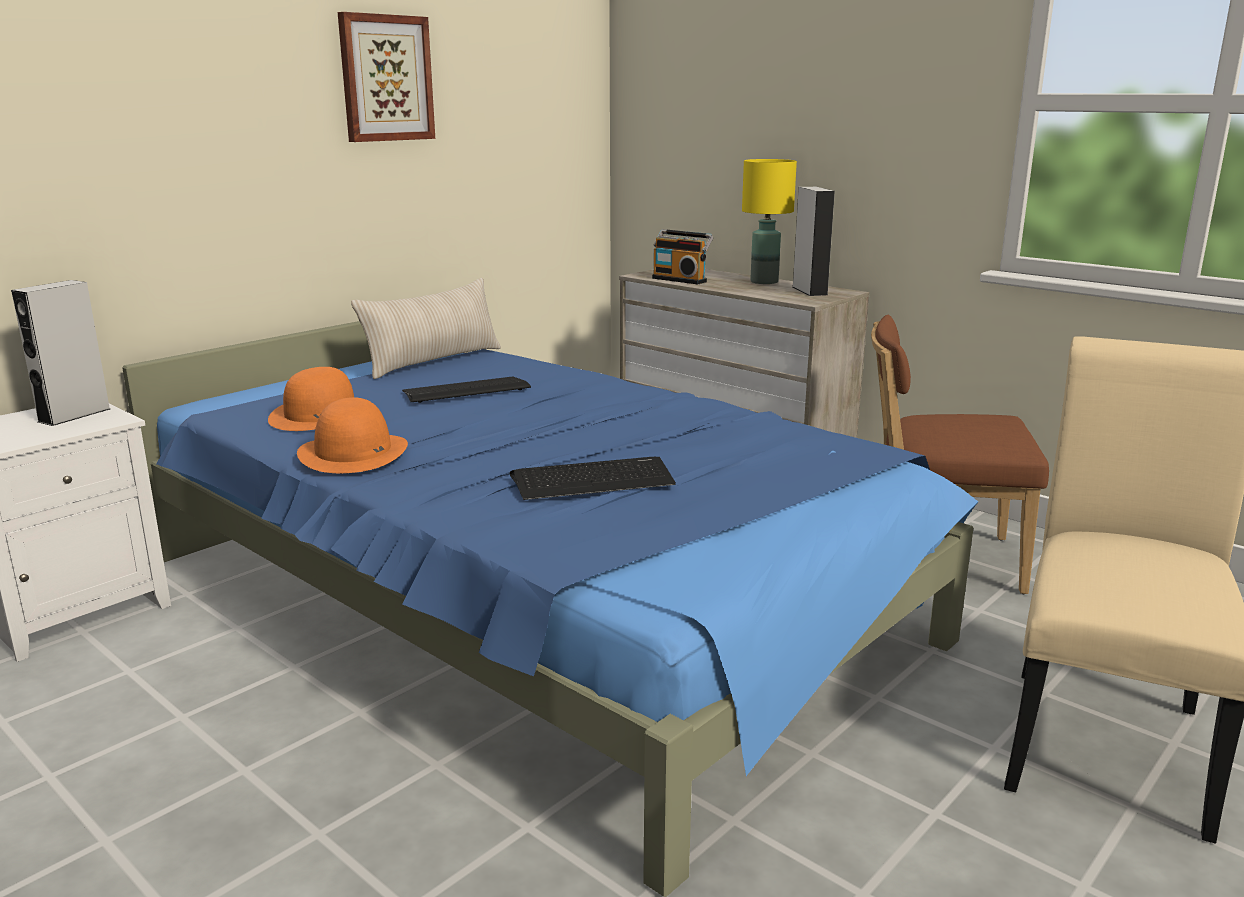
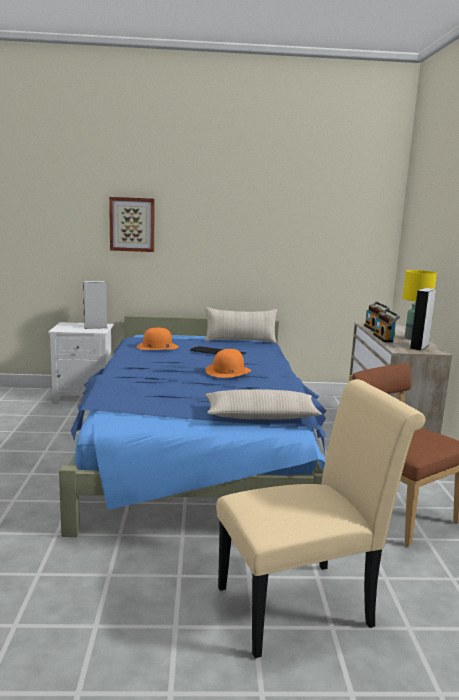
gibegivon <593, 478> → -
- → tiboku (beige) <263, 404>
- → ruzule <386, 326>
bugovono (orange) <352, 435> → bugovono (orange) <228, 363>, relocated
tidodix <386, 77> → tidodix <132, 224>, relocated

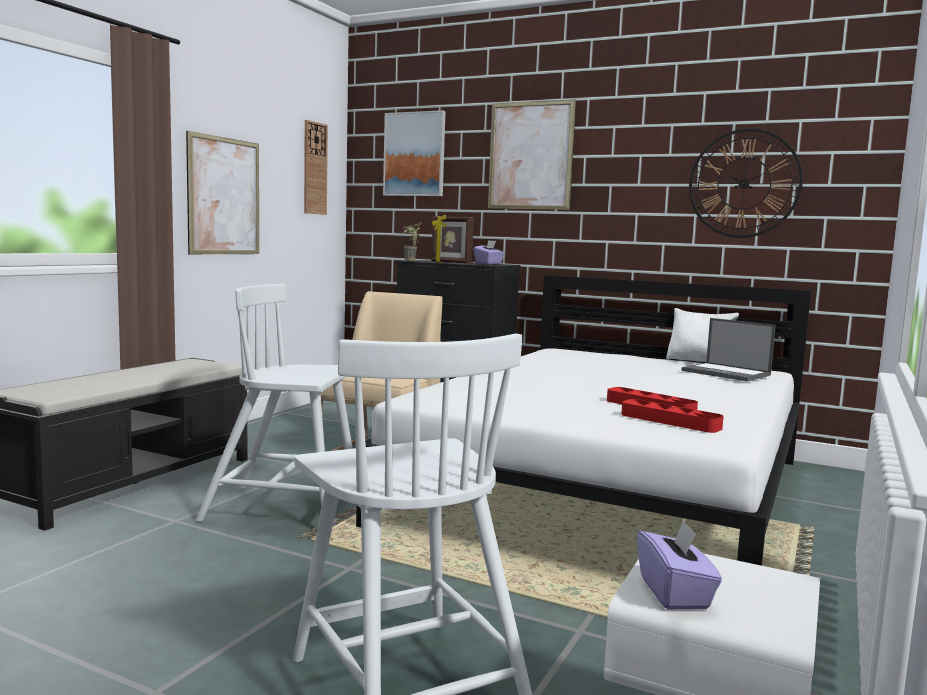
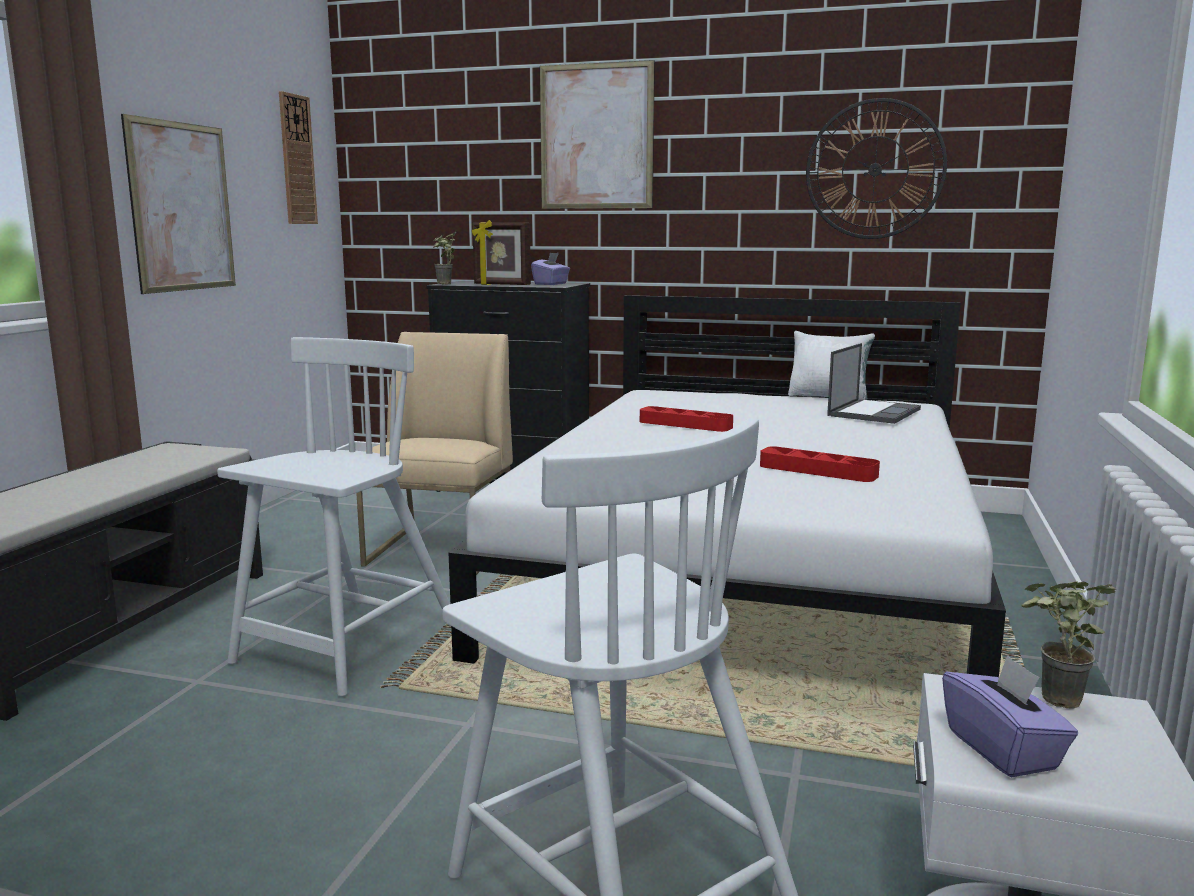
tidodix <414, 153> → -
- → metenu <1069, 645>
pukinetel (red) <672, 416> → pukinetel (red) <686, 419>, relocated
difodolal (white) <274, 403> → difodolal (white) <333, 517>, 120 degrees clockwise
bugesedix <728, 349> → bugesedix <874, 383>, 90 degrees counterclockwise

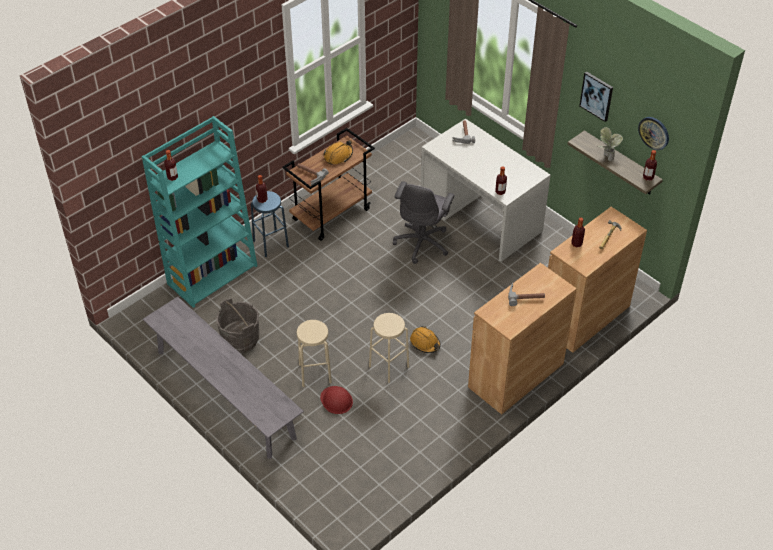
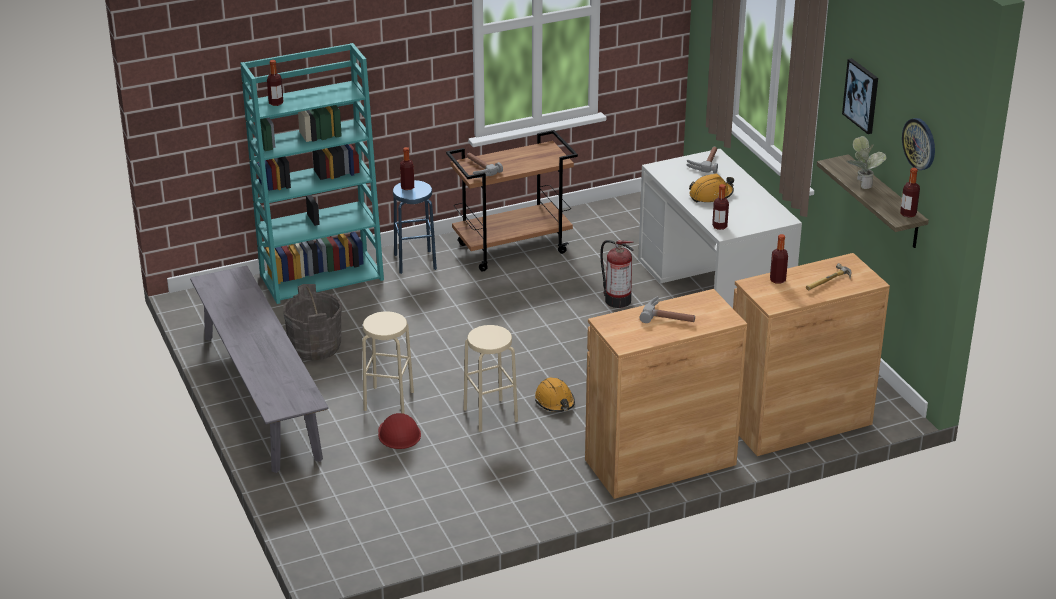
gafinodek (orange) <338, 152> → gafinodek (orange) <711, 188>, relocated
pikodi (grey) <423, 222> → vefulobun <617, 274>

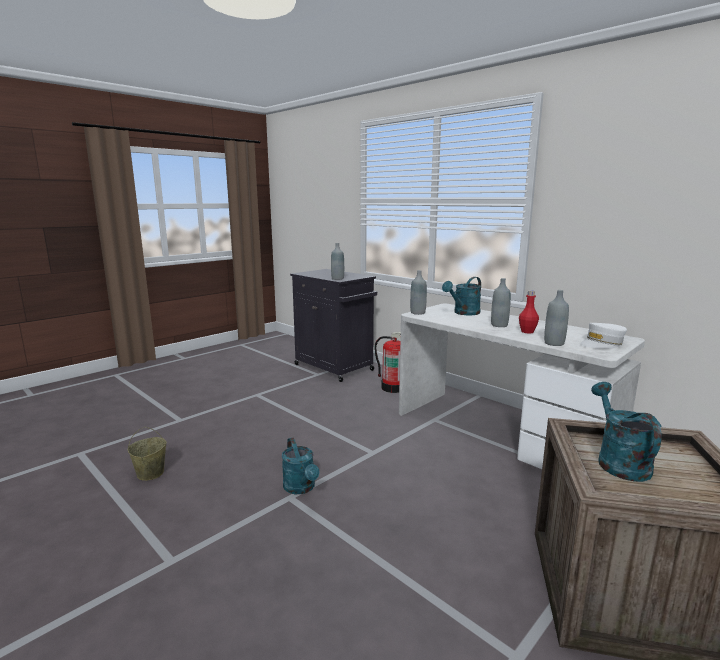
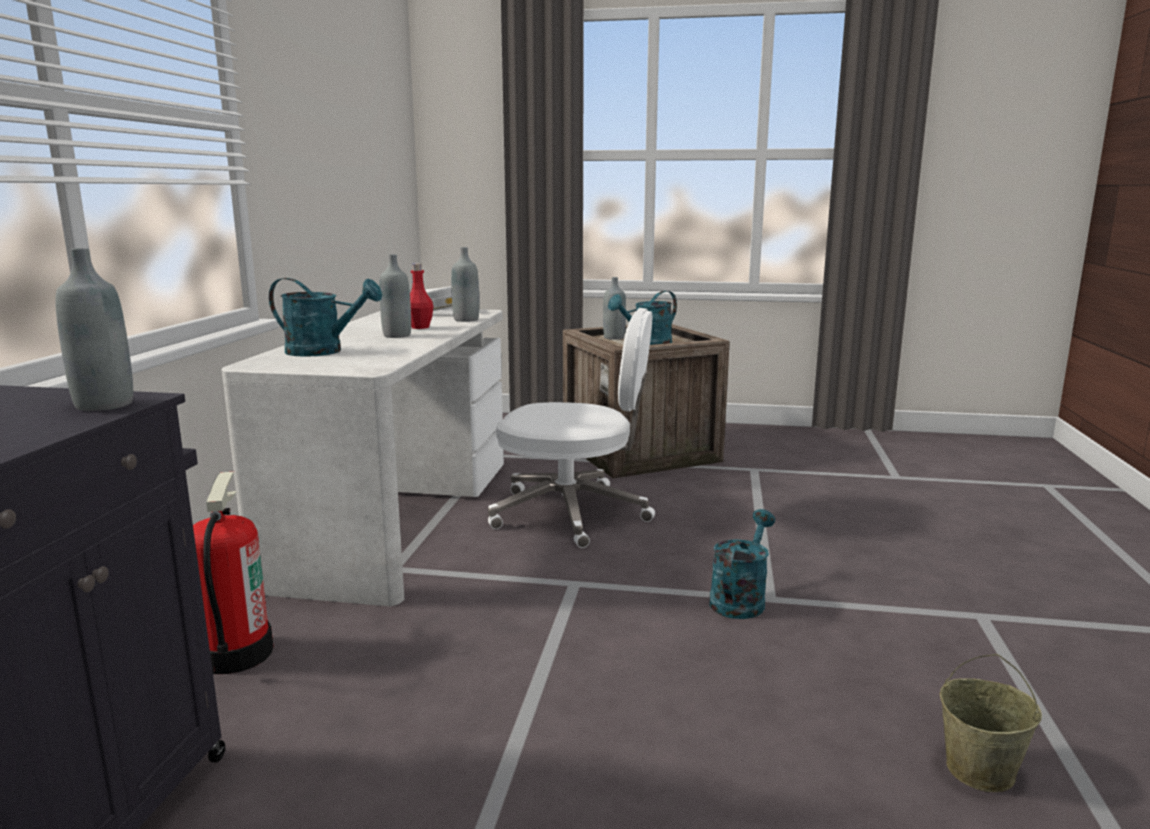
- → pikodi (white) <571, 428>
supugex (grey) <418, 292> → supugex (grey) <614, 308>, relocated

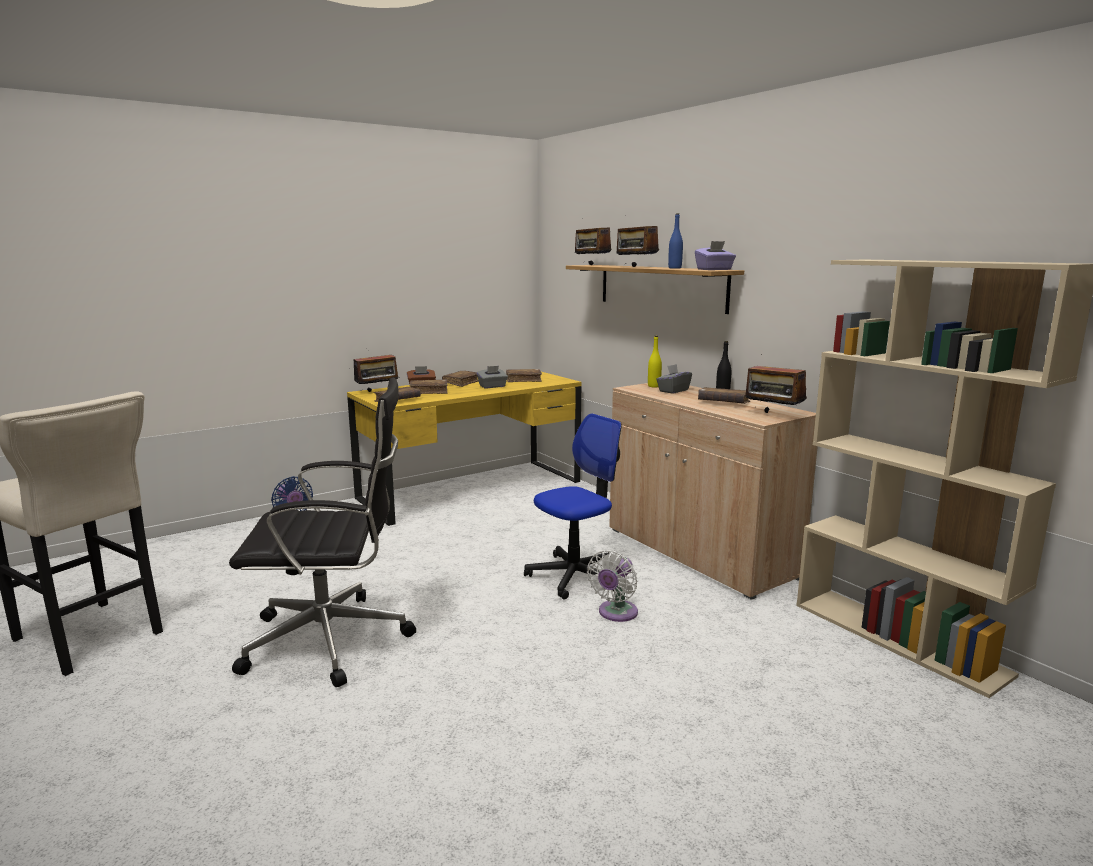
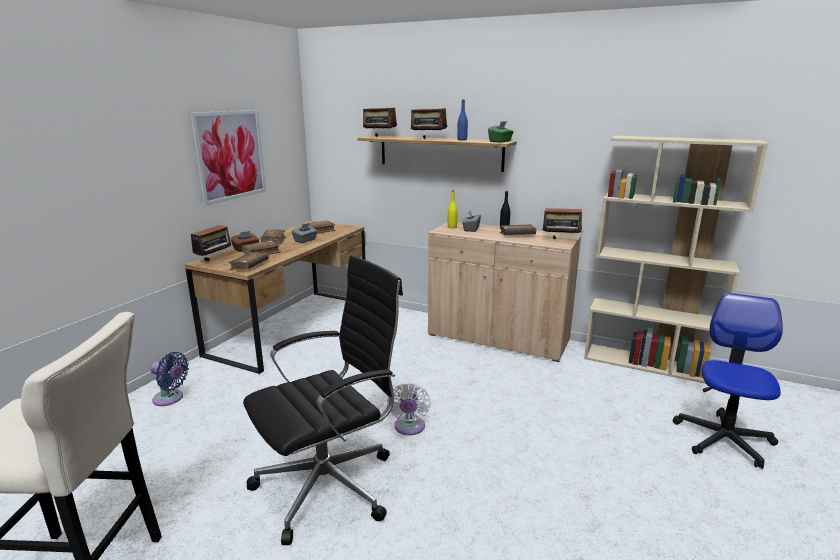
- → tidodix <228, 158>
pikodi <573, 506> → pikodi <728, 381>, relocated
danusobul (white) <612, 586> → danusobul (white) <409, 409>, relocated
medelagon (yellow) <464, 449> → medelagon (brown) <275, 297>
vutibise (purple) <715, 255> → vutibise (green) <501, 132>

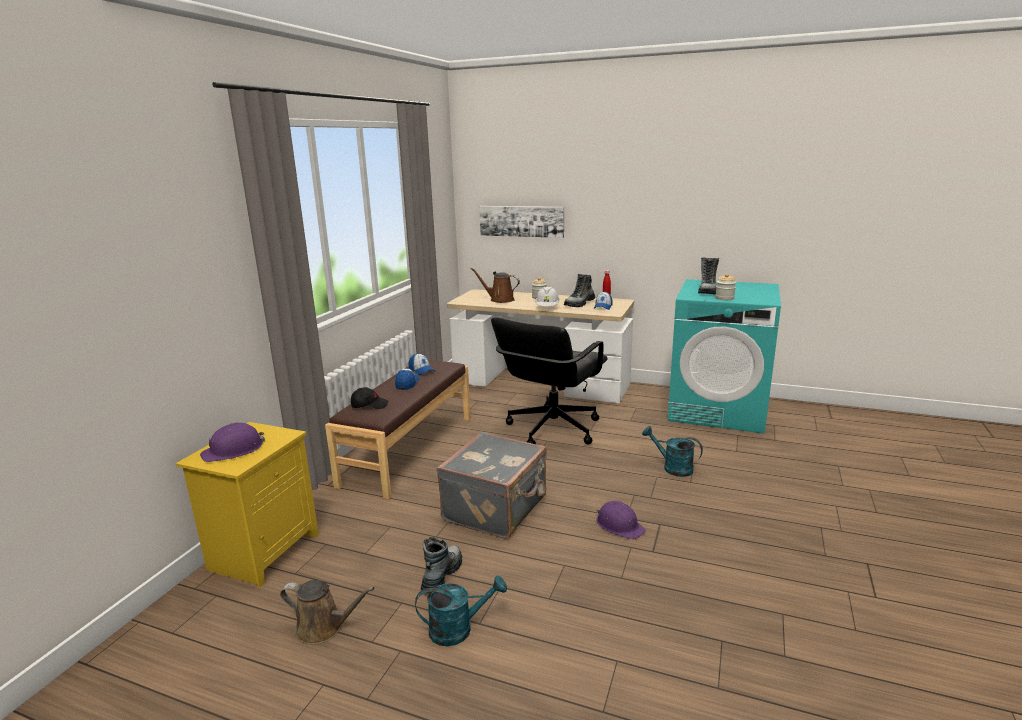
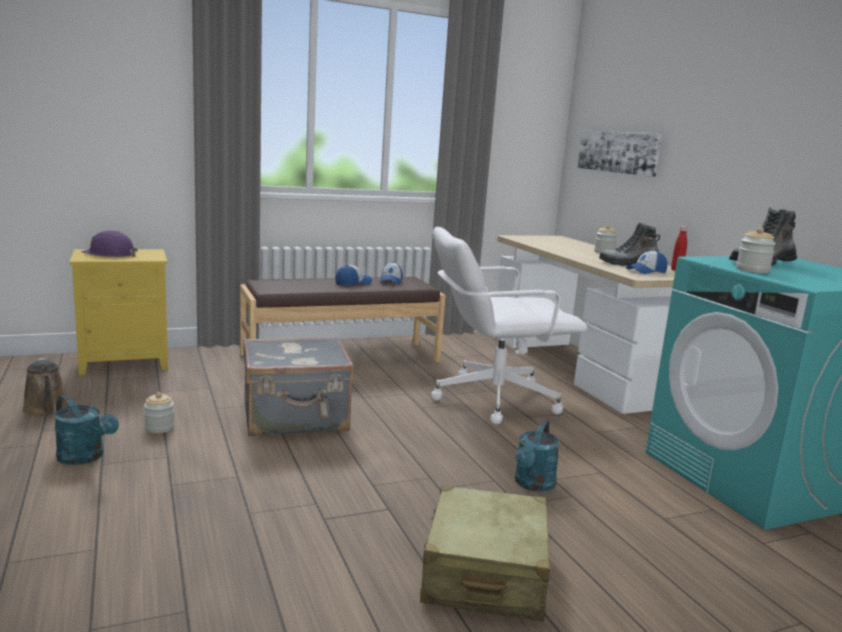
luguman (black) <369, 398> → -
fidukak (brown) <495, 285> → -
gafinodek (white) <547, 296> → -
gafinodek (purple) <621, 520> → -
- → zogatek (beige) <485, 553>
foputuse <441, 565> → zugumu <159, 412>
pikodi (black) <549, 381> → pikodi (white) <509, 325>
fidukak (turquoise) <672, 451> → fidukak (turquoise) <537, 456>, 150 degrees counterclockwise

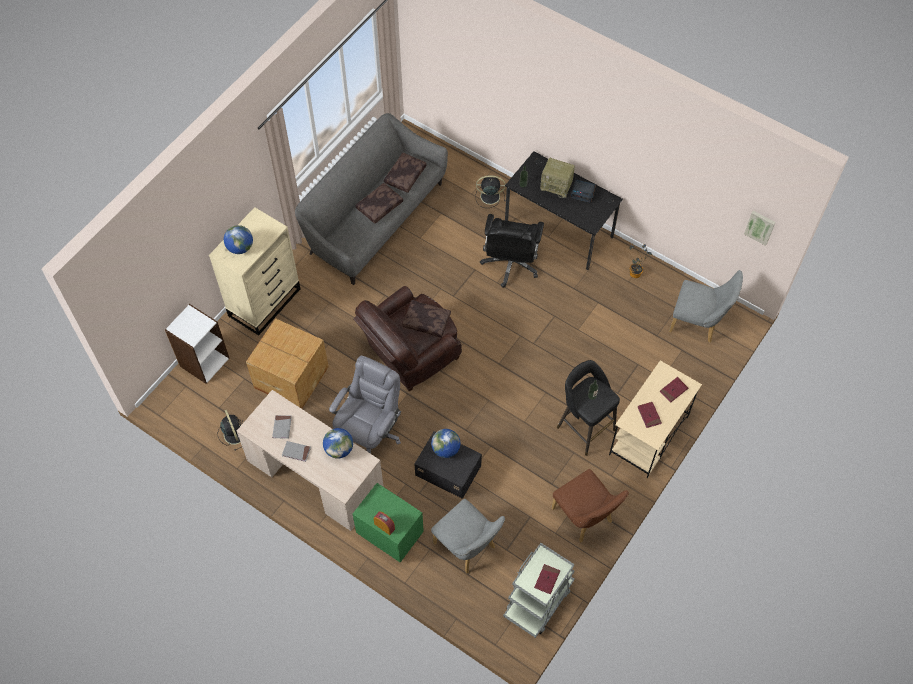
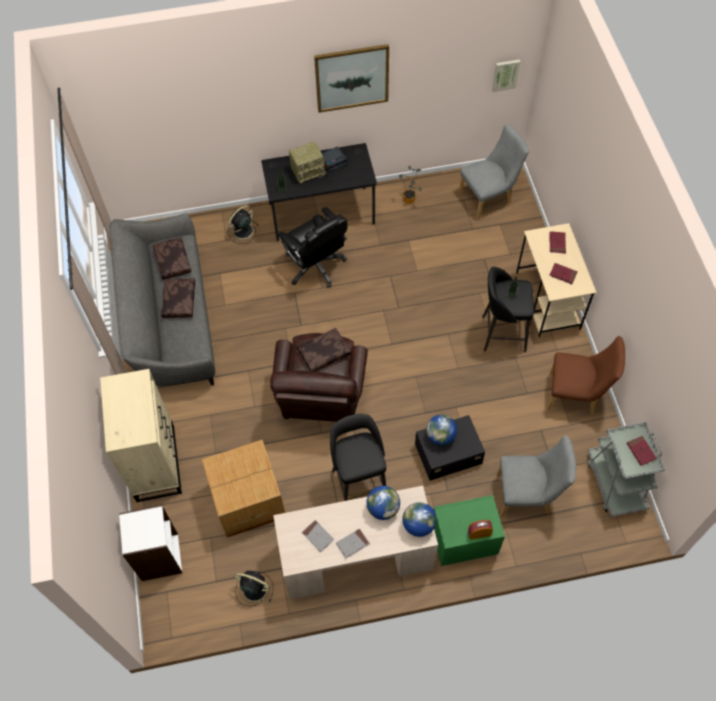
- → tidodix <351, 78>
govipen <238, 239> → govipen <419, 519>, relocated
pikodi (grey) <365, 405> → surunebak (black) <358, 457>

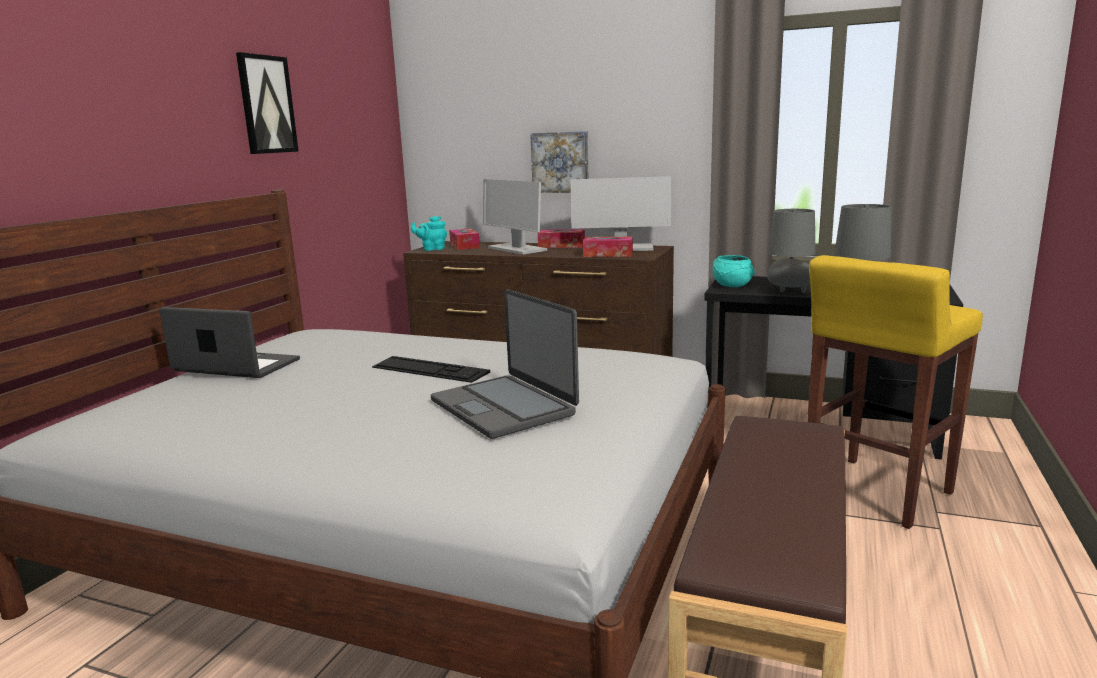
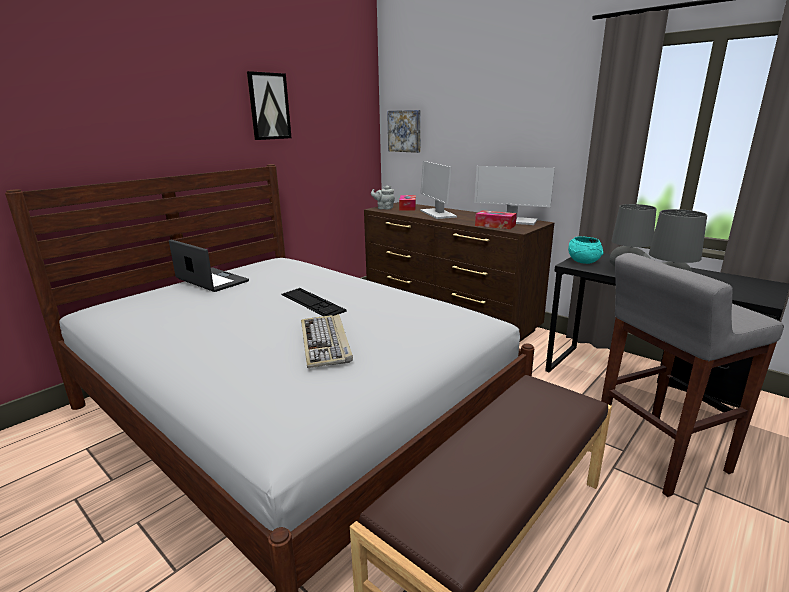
vutibise <561, 238> → -
tidodix <559, 162> → tidodix <403, 131>, relocated
bugesedix <505, 364> → gibegivon <327, 341>
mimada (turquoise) <429, 233> → mimada (grey) <383, 198>
surunebak (yellow) <895, 392> → surunebak (grey) <692, 375>

